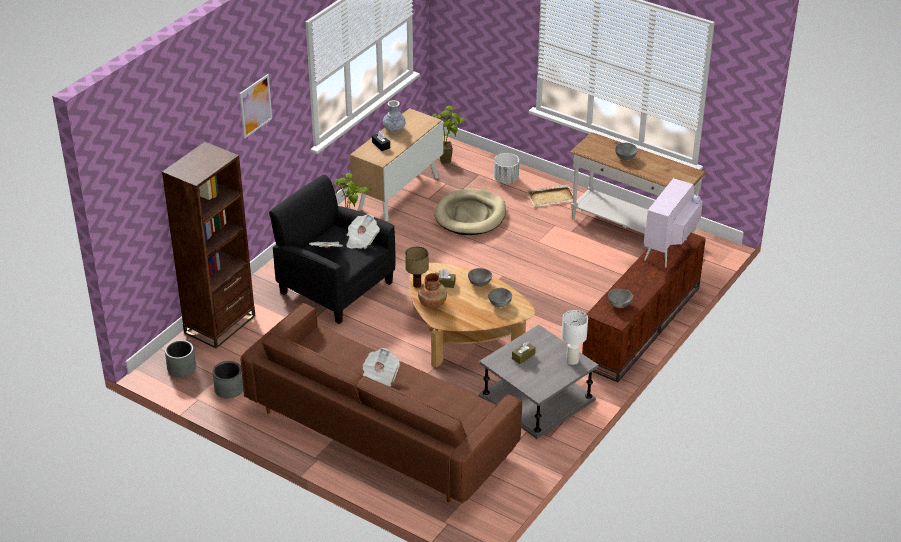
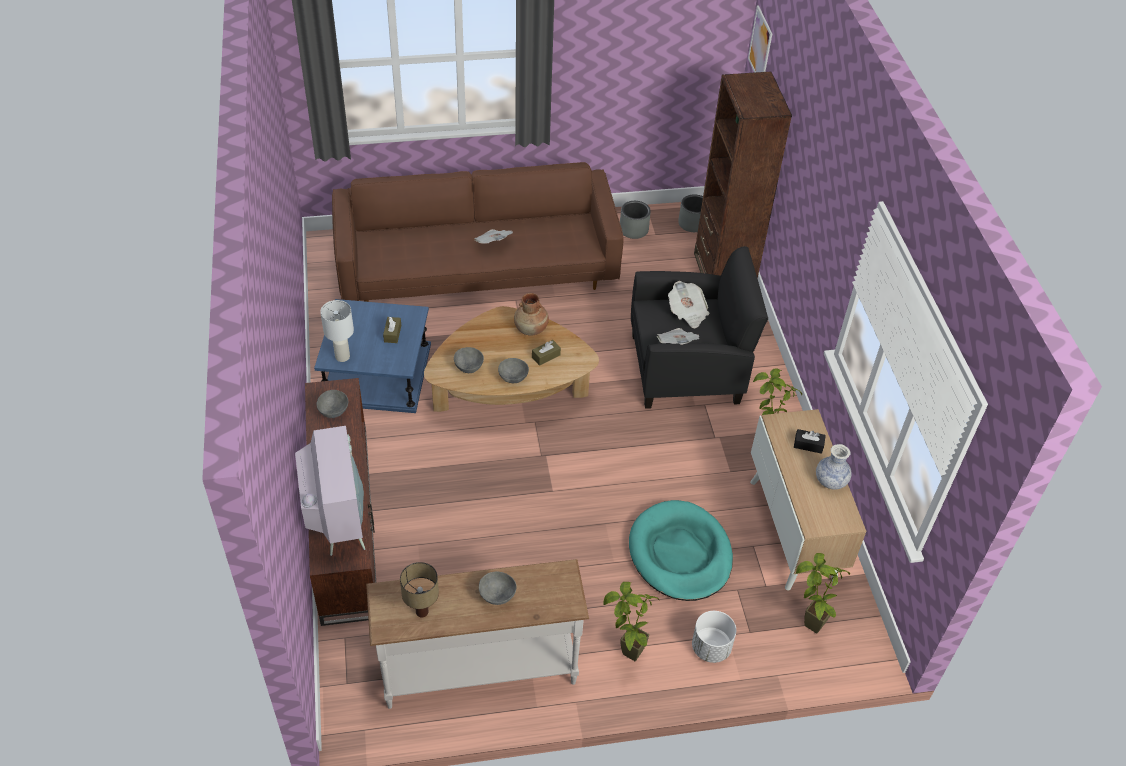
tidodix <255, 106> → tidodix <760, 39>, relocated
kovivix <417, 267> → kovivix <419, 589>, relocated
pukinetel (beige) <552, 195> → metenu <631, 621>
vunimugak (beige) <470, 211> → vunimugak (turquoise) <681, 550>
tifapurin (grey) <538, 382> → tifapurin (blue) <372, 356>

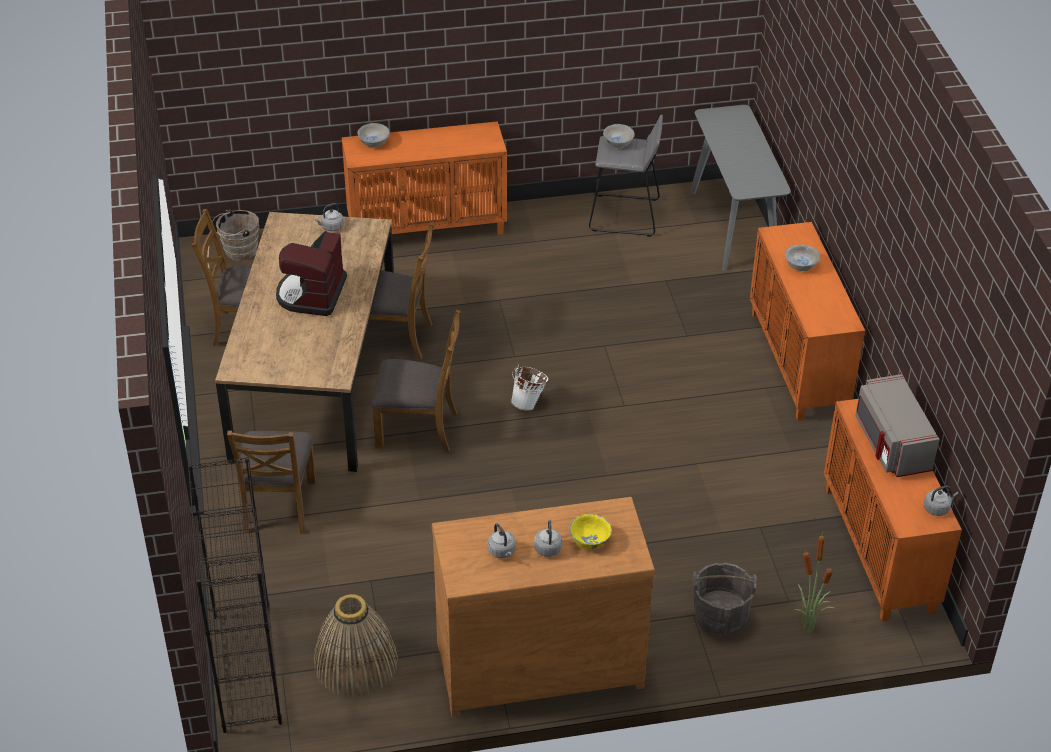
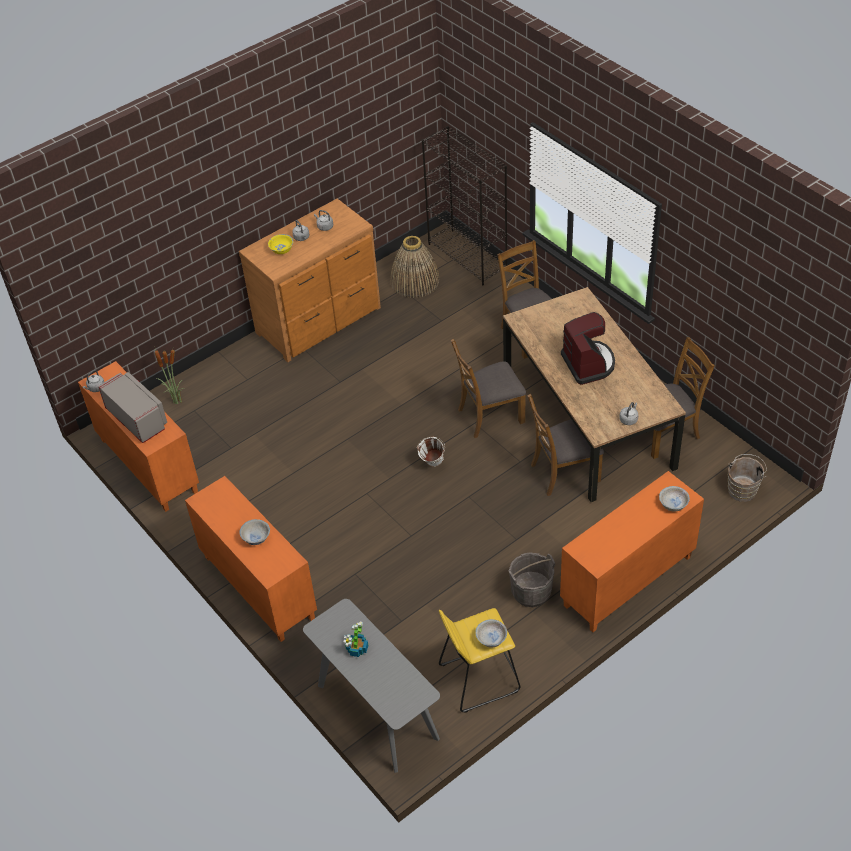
- → metenu <355, 639>
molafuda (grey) <725, 600> → molafuda (grey) <531, 580>, relocated
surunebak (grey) <626, 176> → surunebak (yellow) <480, 660>

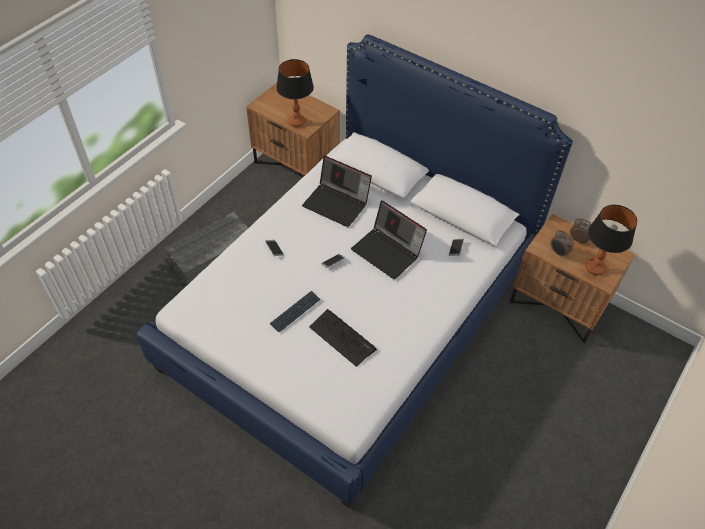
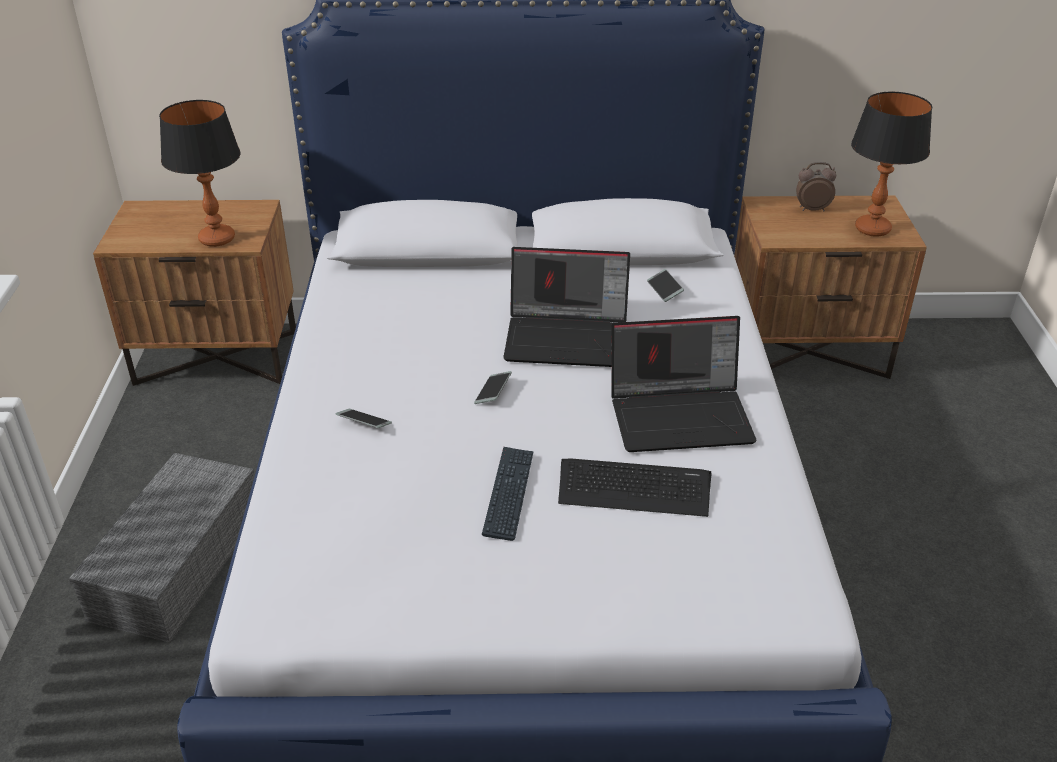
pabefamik <562, 244> → -
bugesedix <337, 191> → bugesedix <684, 384>, relocated

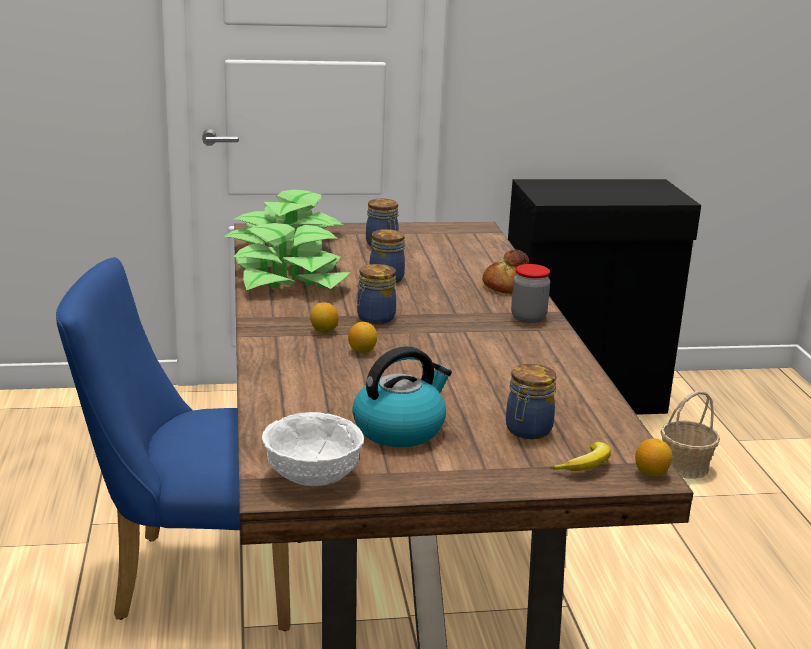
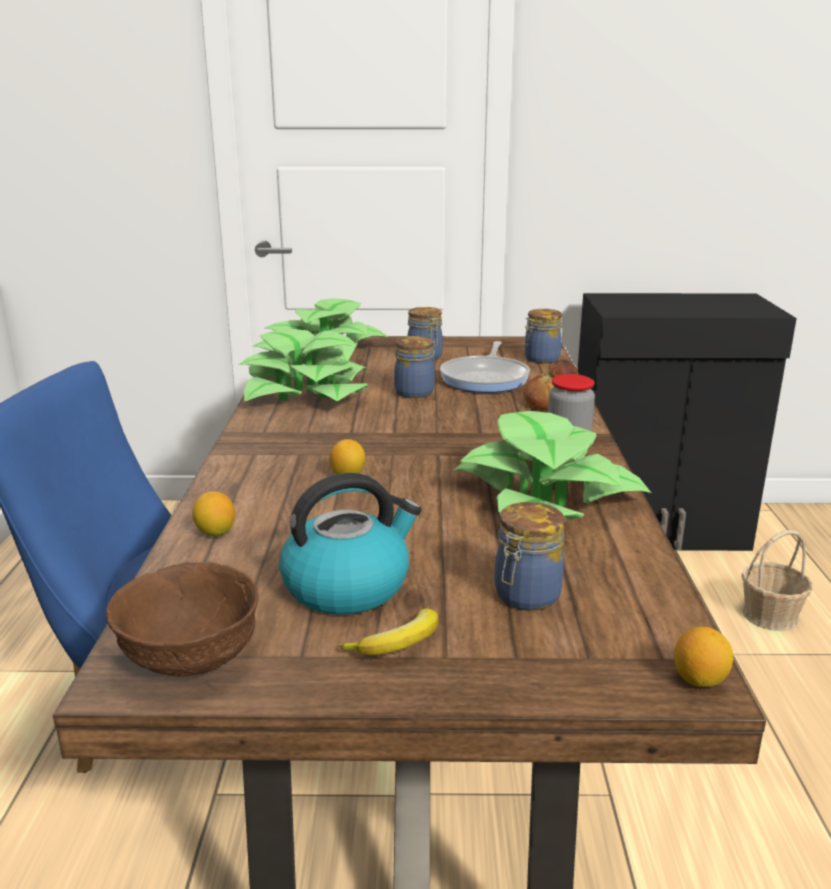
- → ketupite <485, 367>
- → metenu <552, 465>
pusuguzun <324, 317> → pusuguzun <213, 513>, relocated
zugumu <375, 294> → zugumu <542, 336>, relocated
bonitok <580, 456> → bonitok <388, 632>, relocated
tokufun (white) <313, 449> → tokufun (brown) <182, 619>

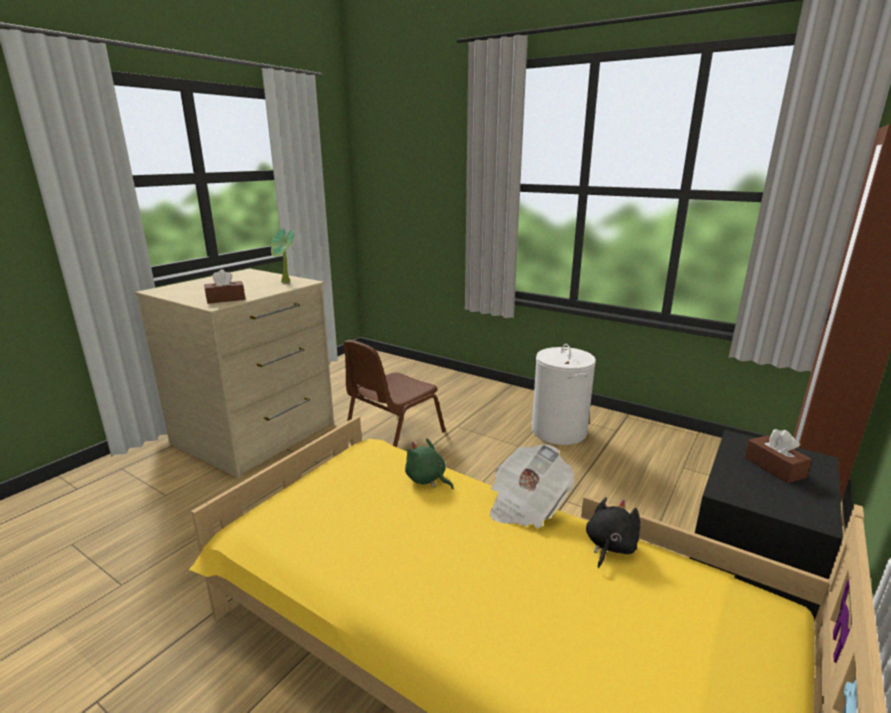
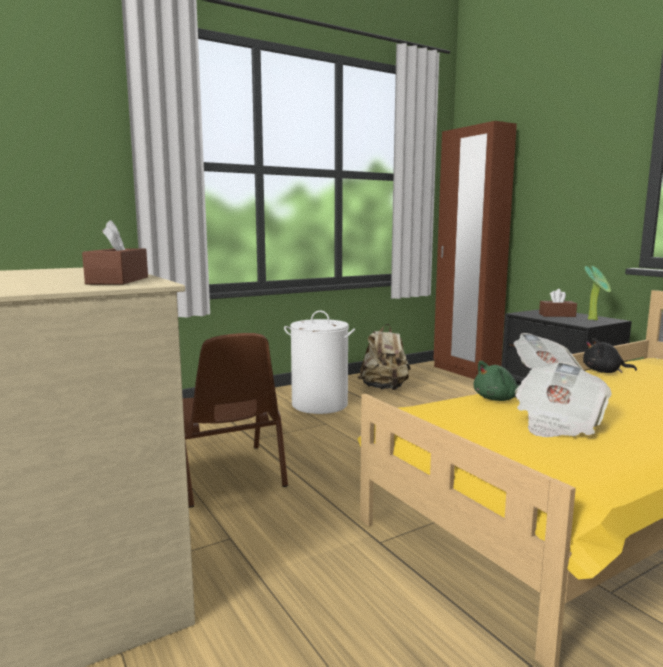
- → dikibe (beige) <384, 357>
- → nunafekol <563, 399>
metenu <282, 256> → metenu <598, 293>, relocated
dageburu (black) <613, 532> → dageburu (black) <610, 355>, 45 degrees counterclockwise

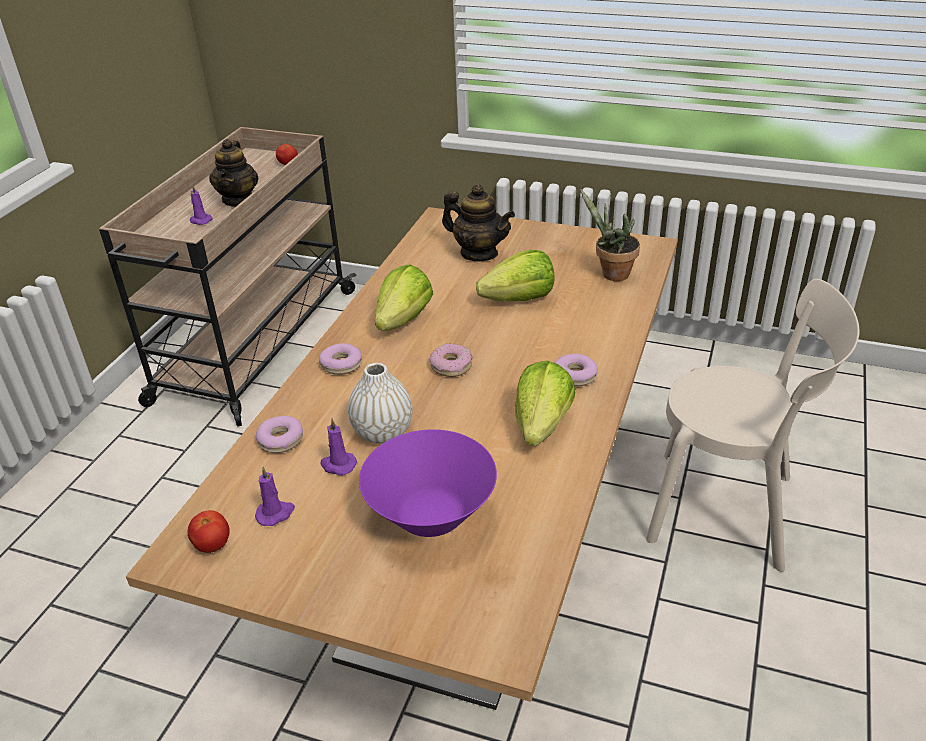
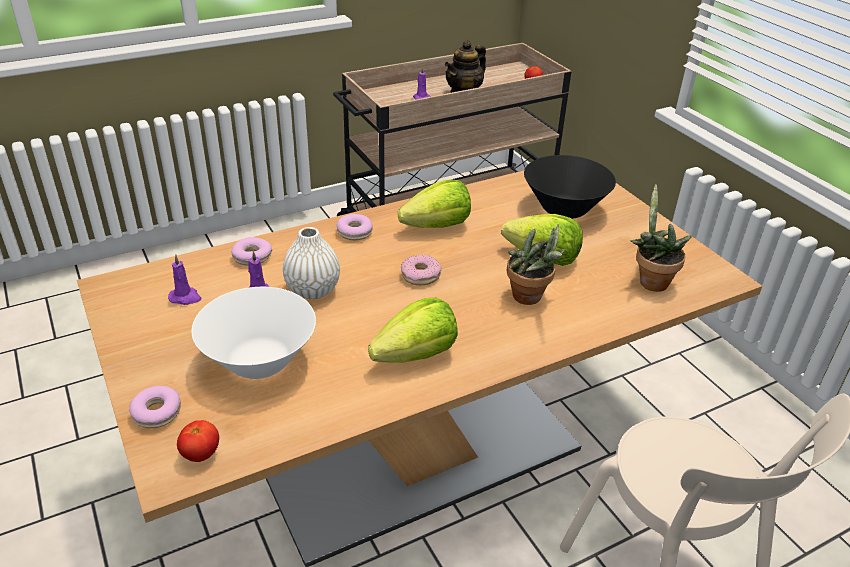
- → metenu <536, 264>
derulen <209, 531> → derulen <198, 441>, relocated
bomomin <576, 370> → bomomin <155, 407>, relocated
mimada <478, 222> → tokufun (black) <570, 187>
tokufun (purple) <428, 483> → tokufun (white) <253, 333>

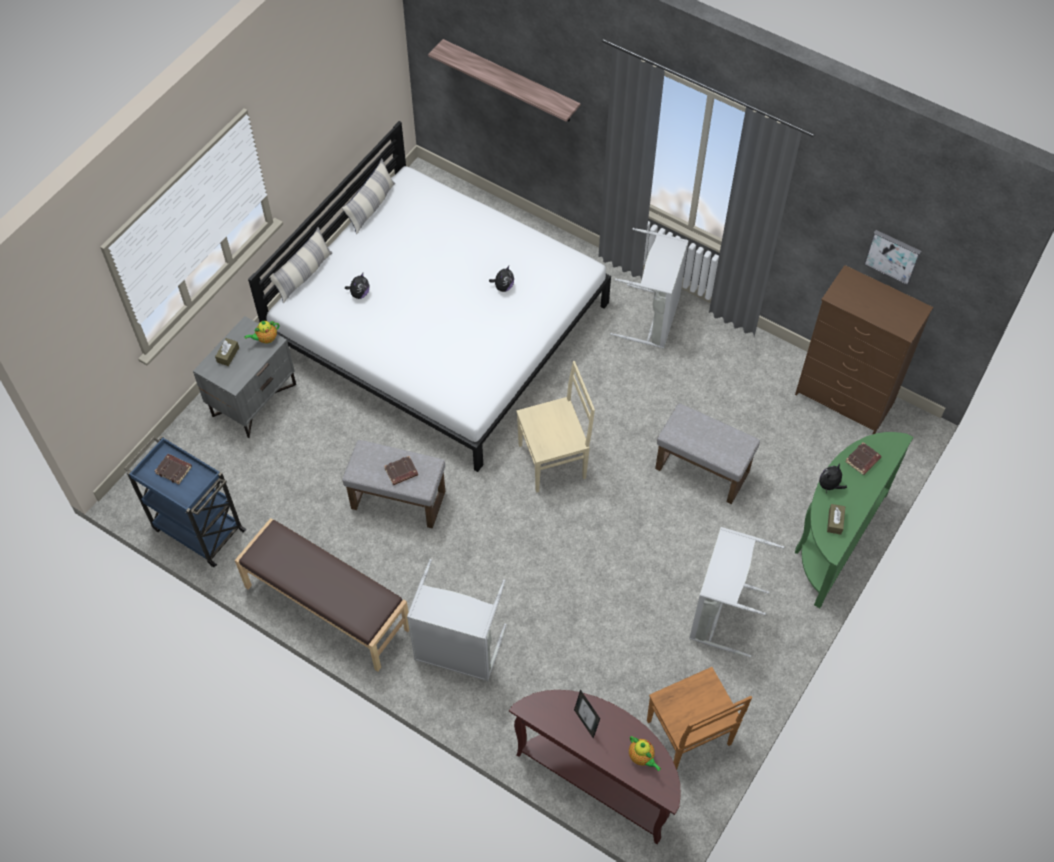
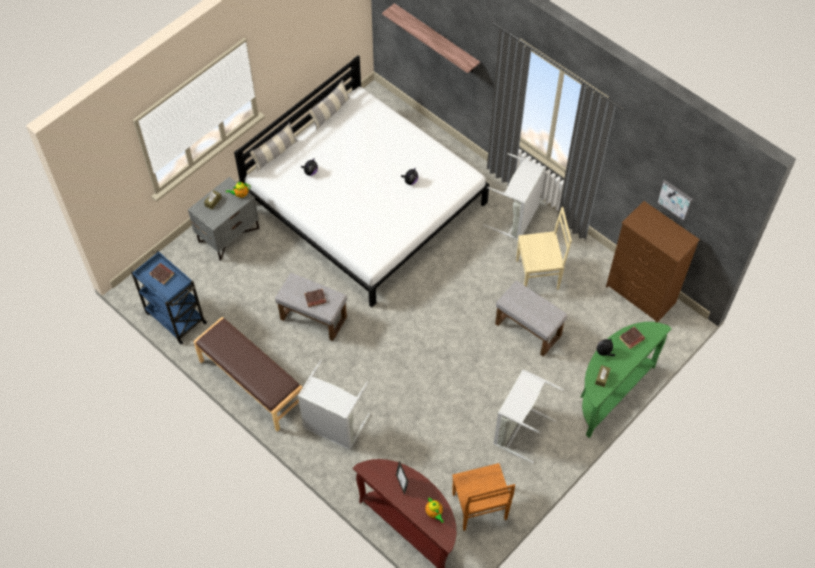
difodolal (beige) <555, 426> → difodolal (beige) <544, 248>, relocated

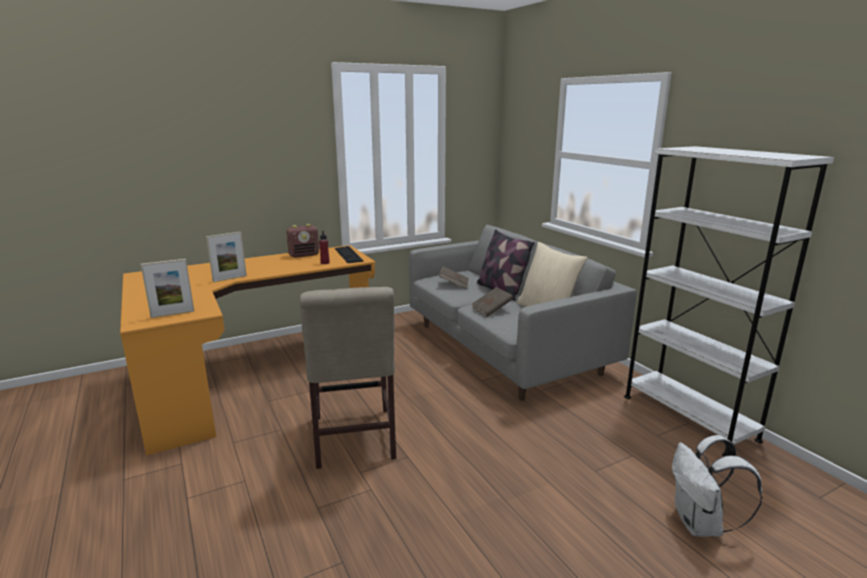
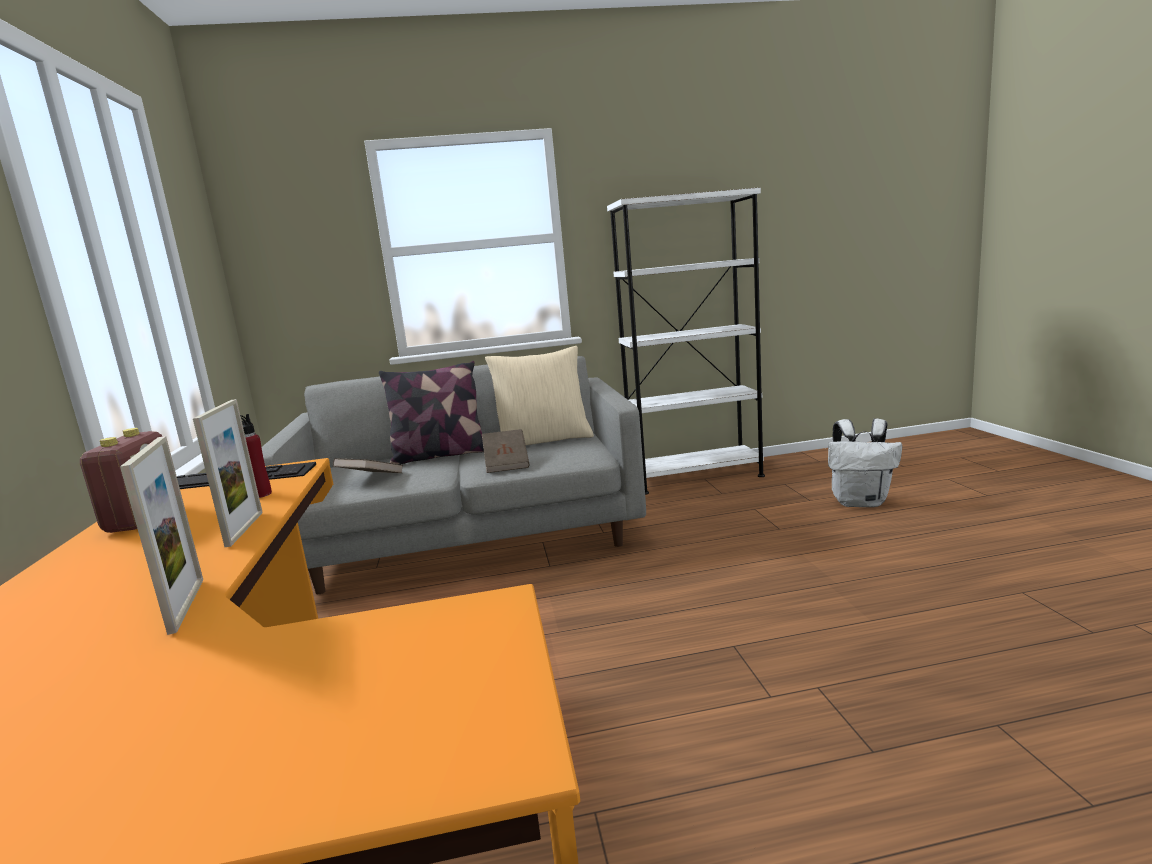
difodolal (beige) <347, 378> → -
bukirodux <167, 288> → bukirodux <228, 473>, relocated

